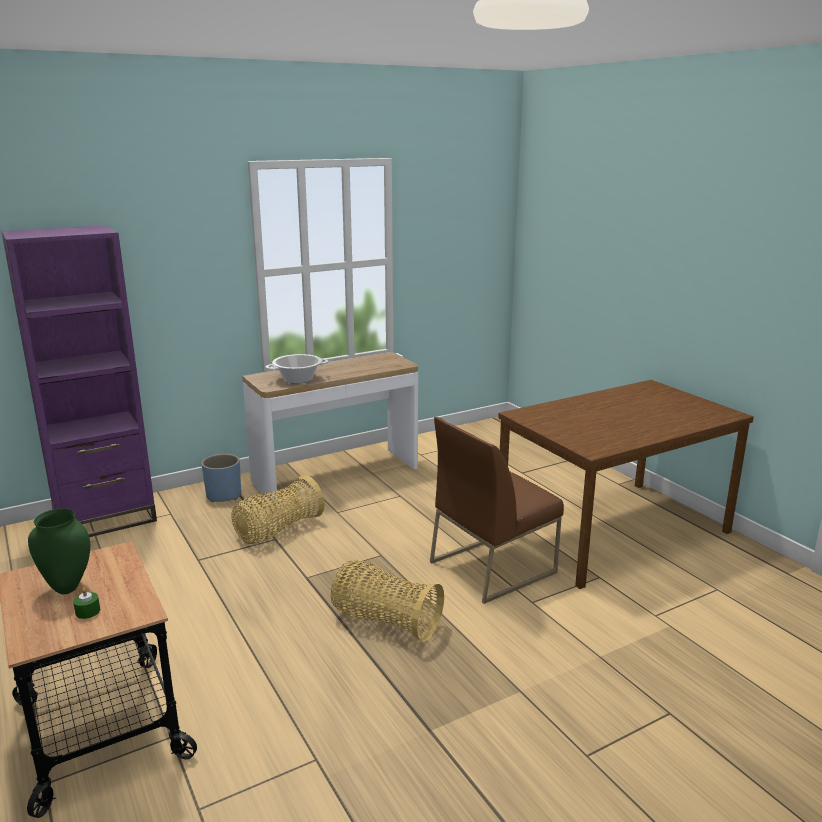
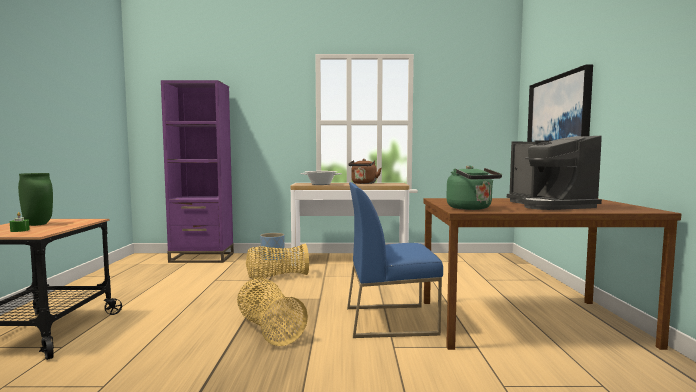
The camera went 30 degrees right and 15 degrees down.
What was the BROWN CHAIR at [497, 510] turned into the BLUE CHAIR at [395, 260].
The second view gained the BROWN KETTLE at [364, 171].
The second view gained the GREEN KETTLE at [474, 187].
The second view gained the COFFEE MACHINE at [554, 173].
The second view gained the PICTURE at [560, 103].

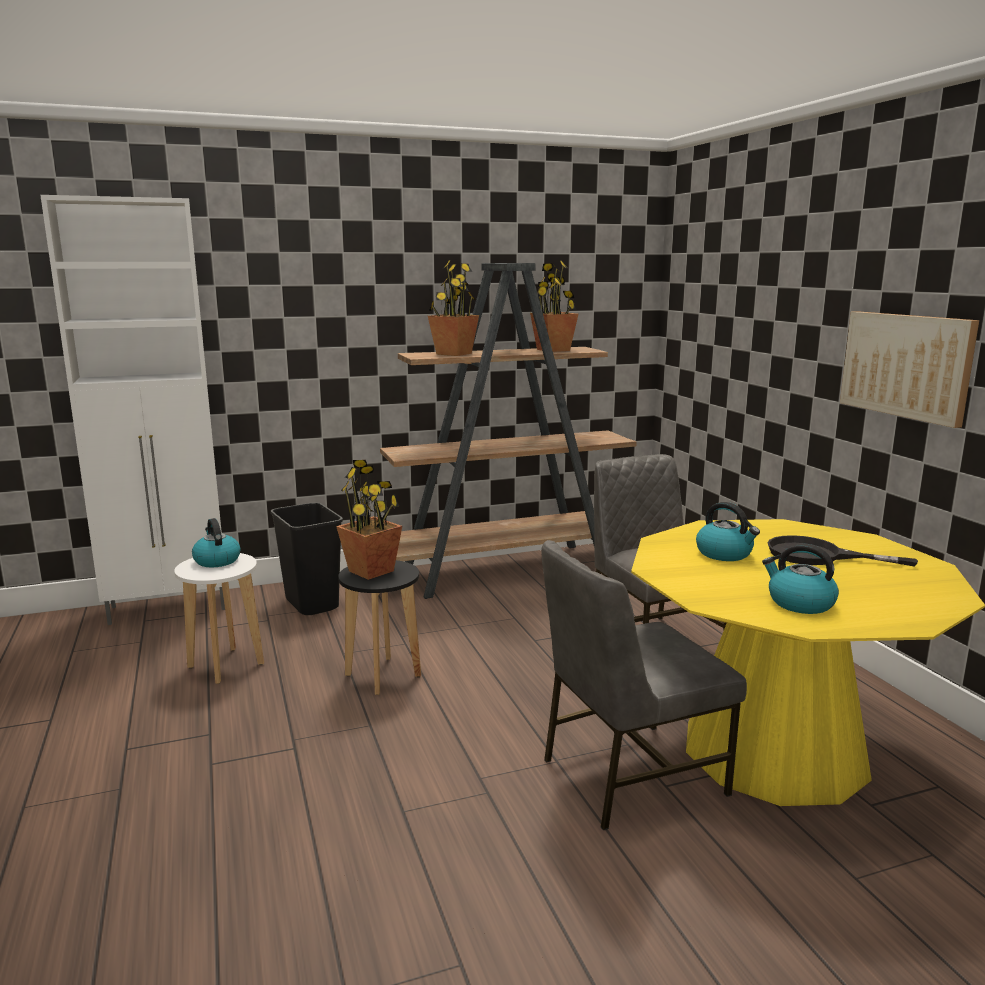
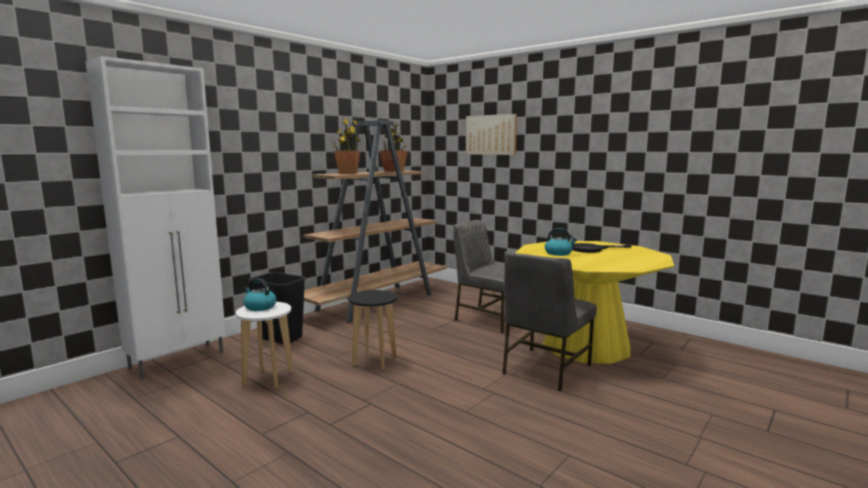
The camera went 30 degrees left and 5 degrees down.
The second view lost the POTTED PLANT at [369, 520].
The second view lost the KETTLE at [800, 579].
The PICTURE ended up elsewhere, having gone from [909, 369] to [491, 134].

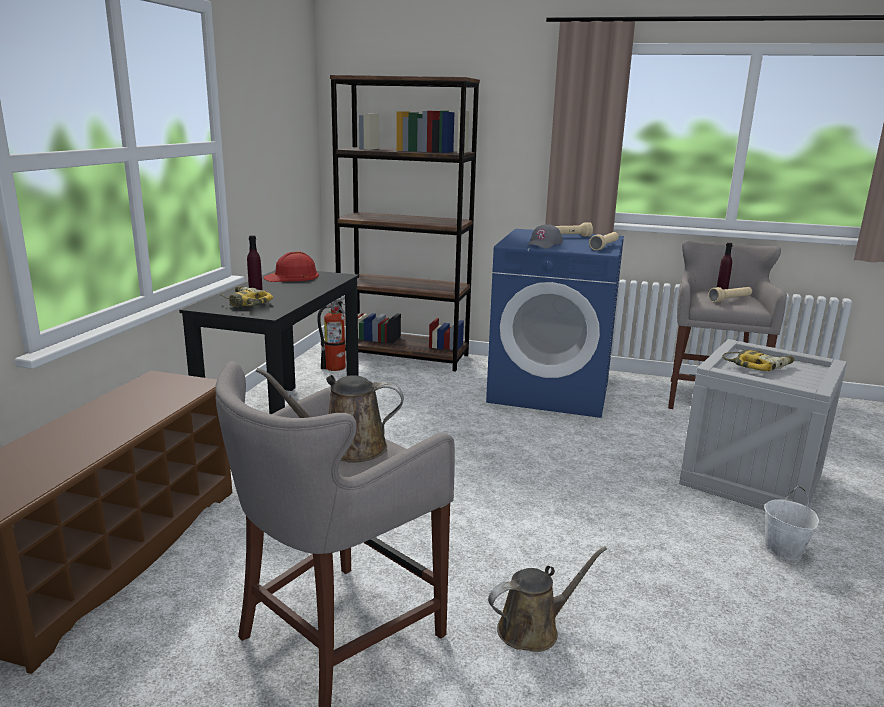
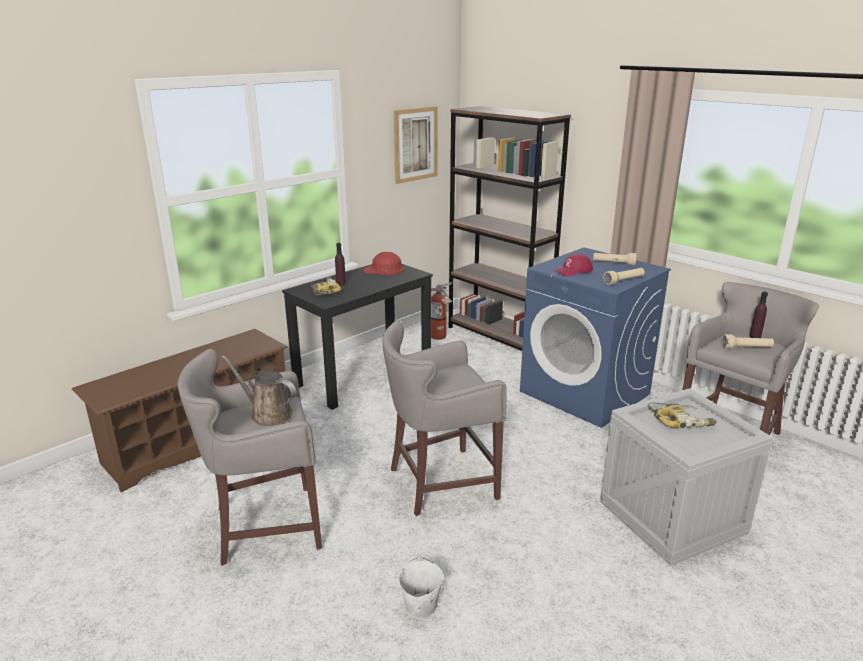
The camera went 30 degrees right and 5 degrees up.
The second view lost the BROWN WATERING CAN at [547, 599].
What was the GREY CAP at [544, 236] turned into the RED CAP at [574, 265].
The WHITE BUCKET ended up elsewhere, having gone from [791, 523] to [420, 587].
The second view gained the GREY STOOL at [444, 418].
The second view gained the PICTURE at [416, 145].

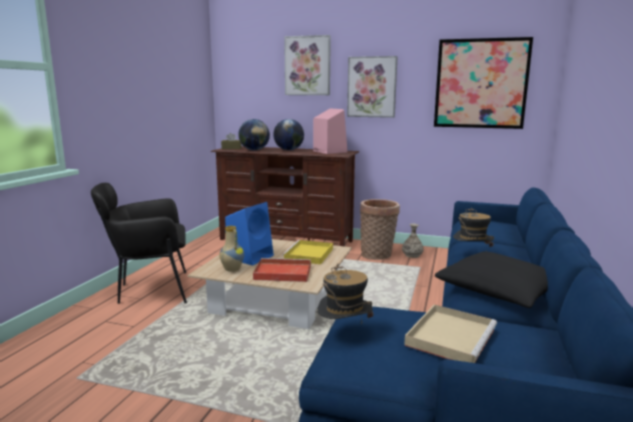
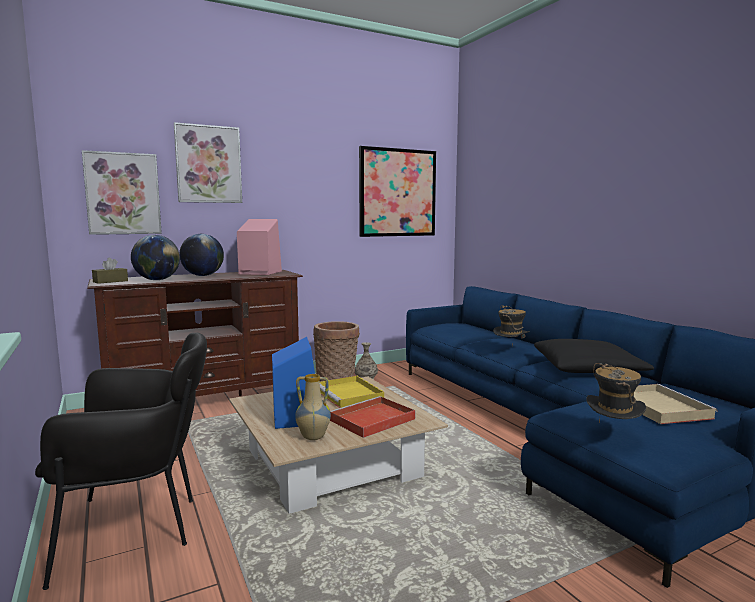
The camera went 45 degrees left and 5 degrees down.
The BLACK ARMCHAIR at [139, 243] ended up facing another way, 135 degrees counterclockwise from before.
The PICTURE ended up elsewhere, having gone from [372, 87] to [122, 192].

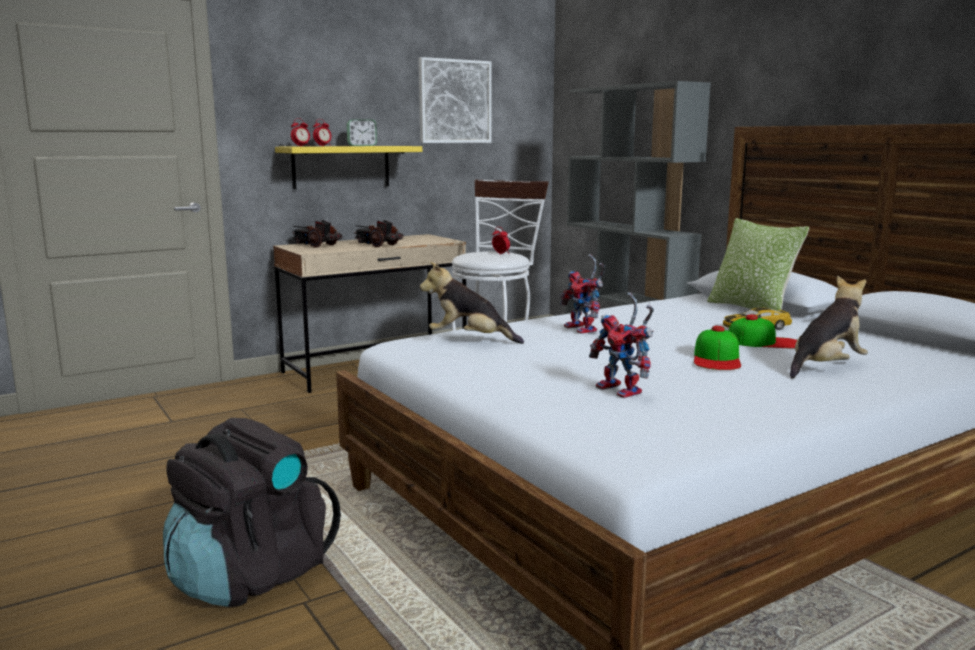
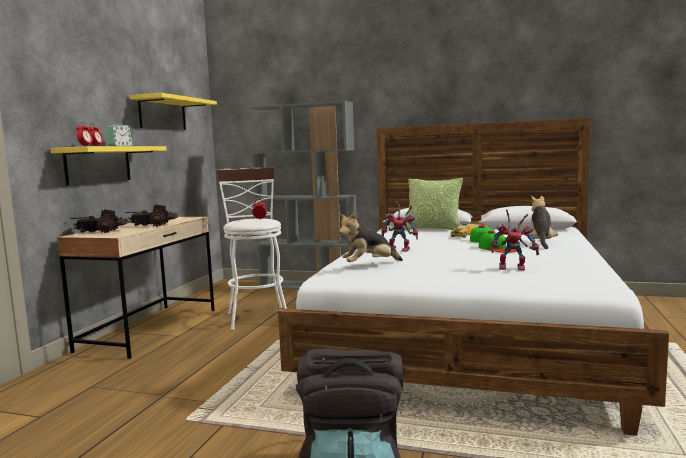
The camera went 40 degrees left and 5 degrees down.
Where the PICTURE hung at [455, 100], the YELLOW SHELF came to hang at [173, 111].

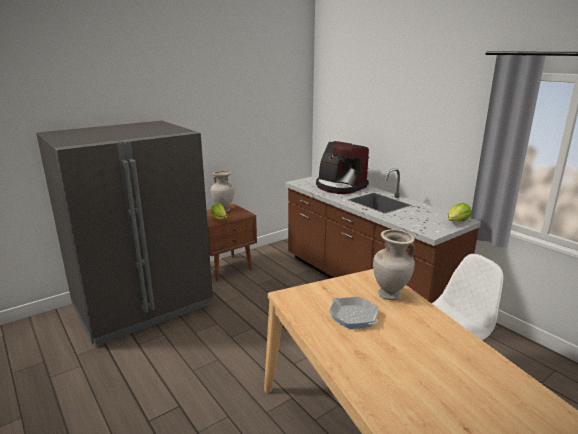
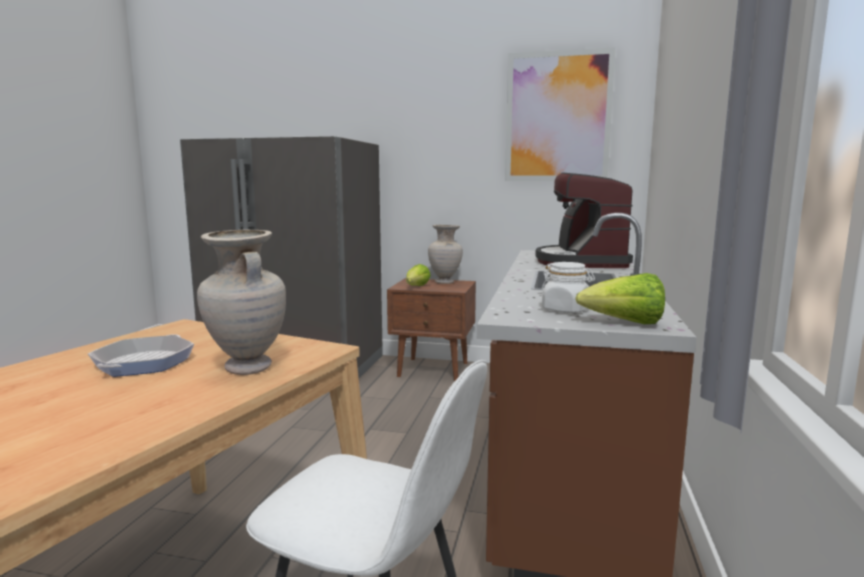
The camera went 50 degrees right and 10 degrees down.
The second view gained the PICTURE at [560, 114].
The second view gained the WHITE JAR at [568, 287].

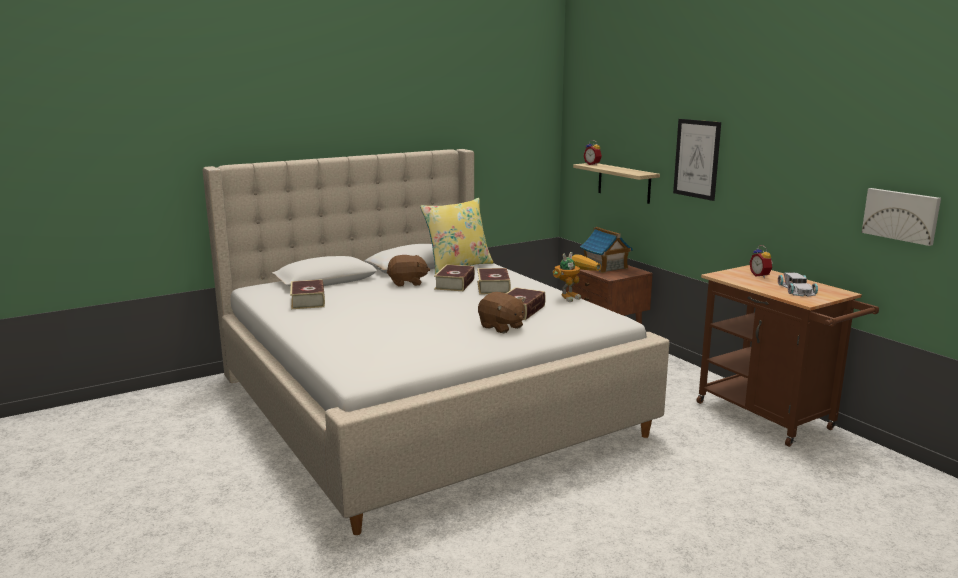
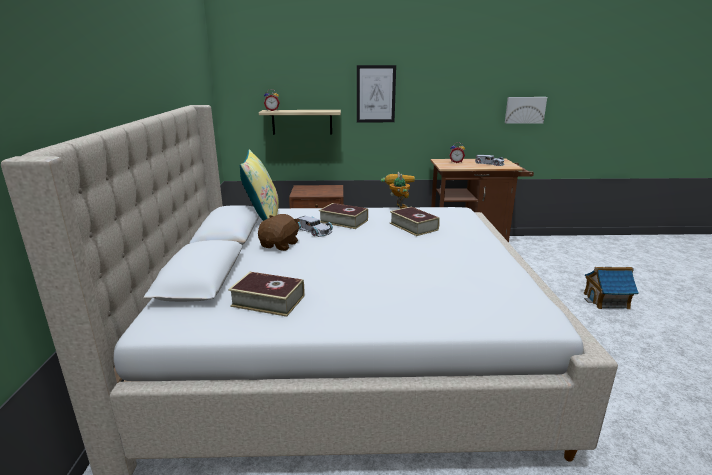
The camera went 60 degrees left and 5 degrees up.
Where the BOOK stood at [454, 277], the WHITE TOY CAR came to stand at [315, 226].
The second view lost the BROWN PLUSH TOY at [502, 312].
The TOY HOUSE ended up elsewhere, having gone from [606, 250] to [611, 287].

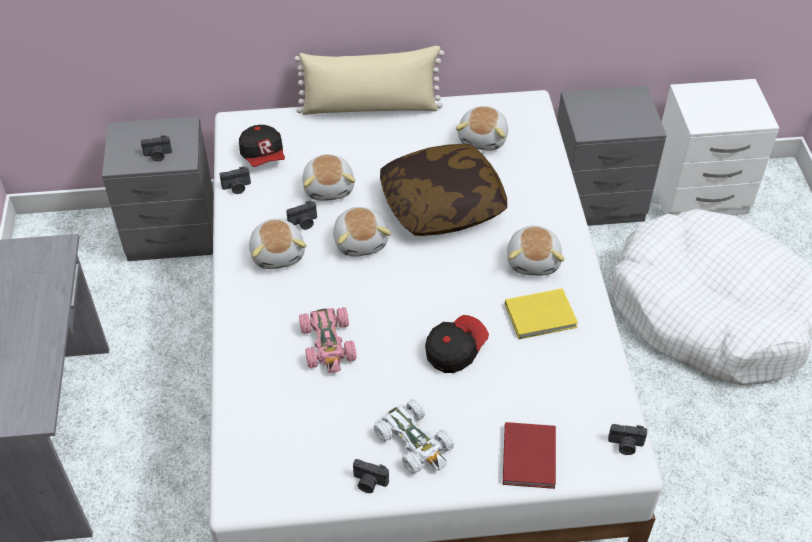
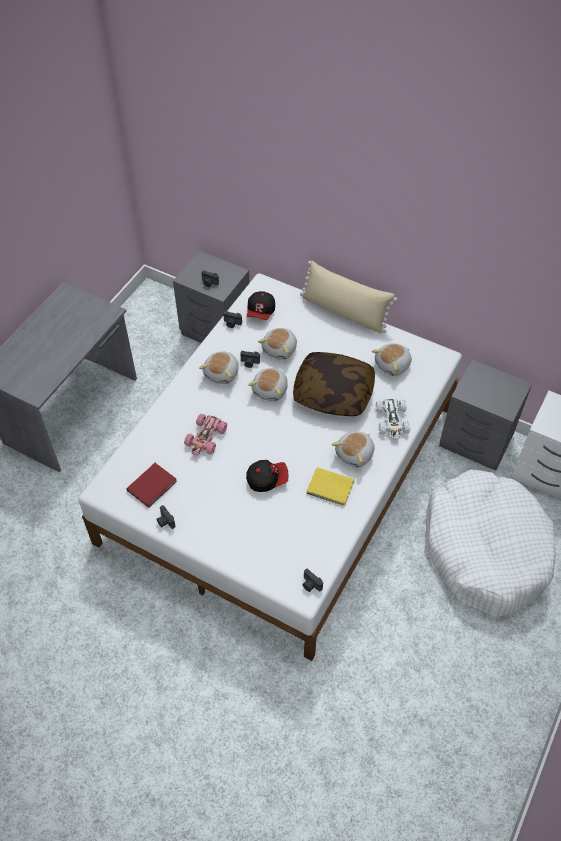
The camera went 35 degrees right and 5 degrees up.
The WHITE TOY CAR ended up elsewhere, having gone from [414, 436] to [393, 419].
The RED BOOK ended up elsewhere, having gone from [529, 455] to [152, 485].

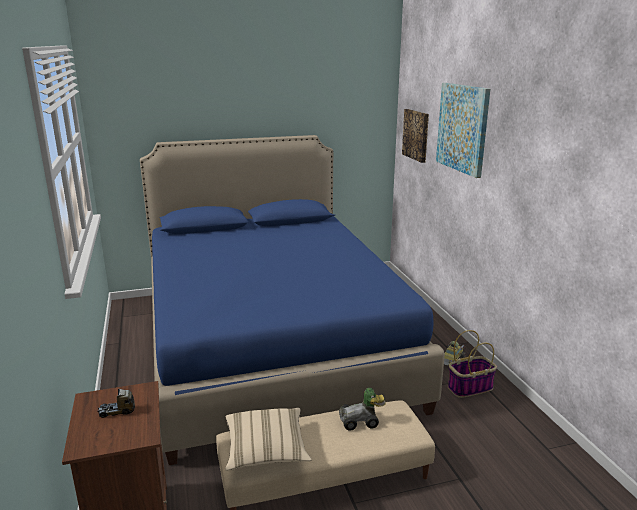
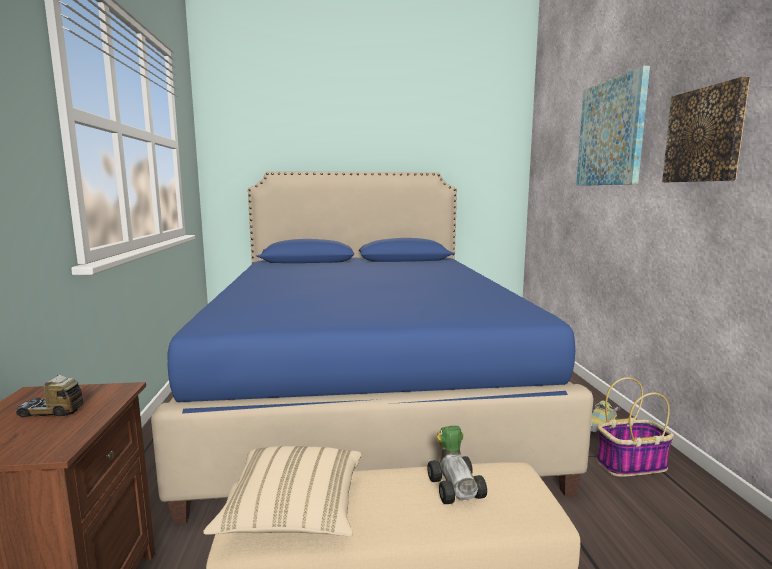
The camera went 10 degrees right and 10 degrees down.
The TOY CAR at [362, 409] ended up facing another way, 105 degrees counterclockwise from before.
The PICTURE ended up elsewhere, having gone from [415, 136] to [706, 129].

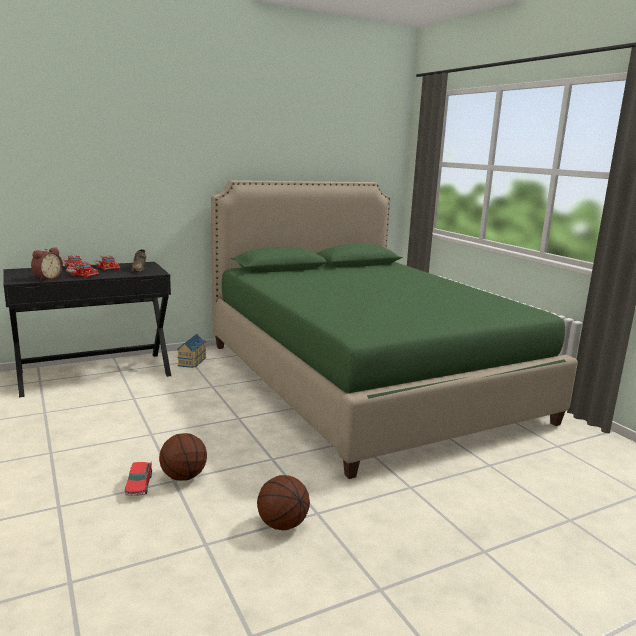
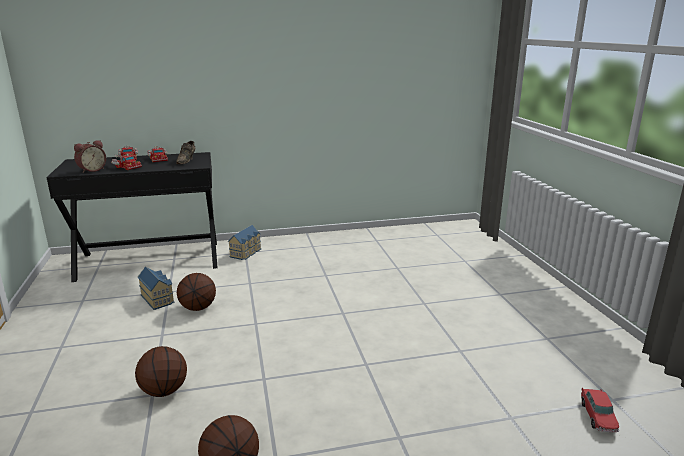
The camera went 15 degrees right and 5 degrees up.
The TOY CAR ended up elsewhere, having gone from [138, 479] to [600, 409].
The second view lost the GREEN BED at [394, 329].
The second view gained the TOY HOUSE at [156, 288].
The second view gained the BASKETBALL at [196, 292].

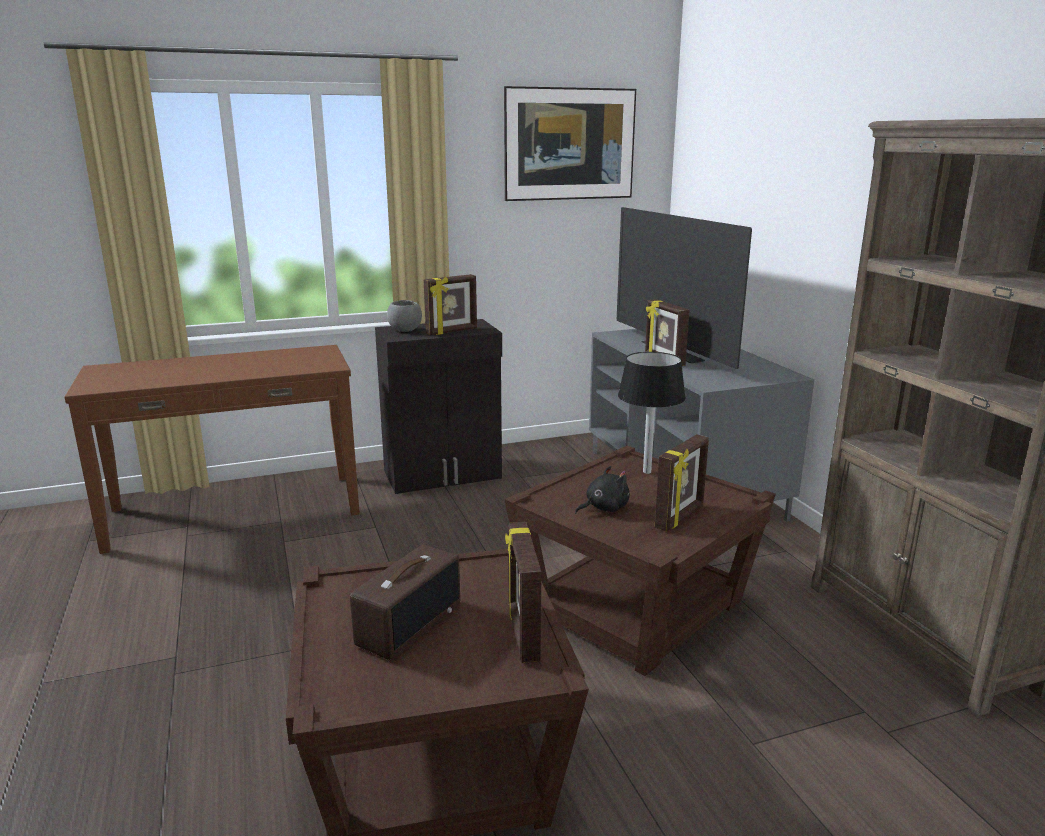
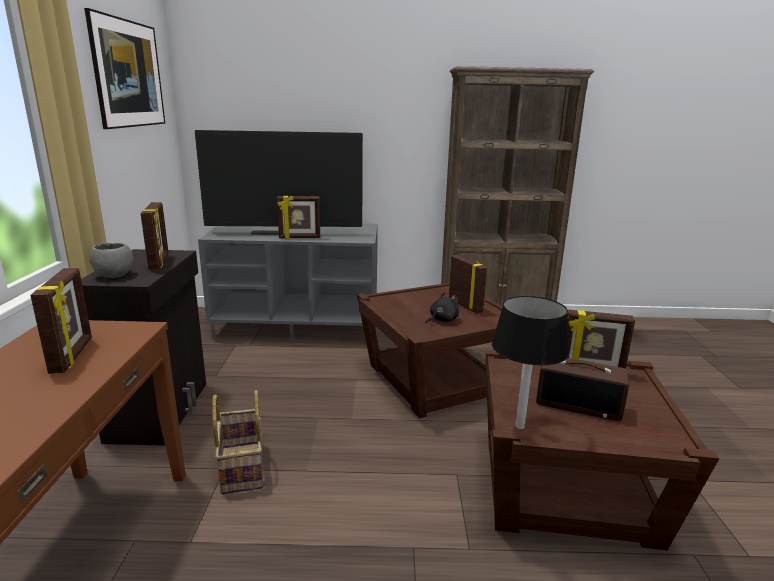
The camera went 70 degrees left and 0 degrees up.
The RADIO at [405, 602] ended up facing another way, 150 degrees clockwise from before.
The BLACK PLUSH TOY at [602, 489] ended up facing another way, 60 degrees clockwise from before.
The BLACK TABLE LAMP ended up elsewhere, having gone from [652, 413] to [530, 362].
The second view gained the PICTURE FRAME at [61, 321].
The second view gained the BASKET at [237, 442].

